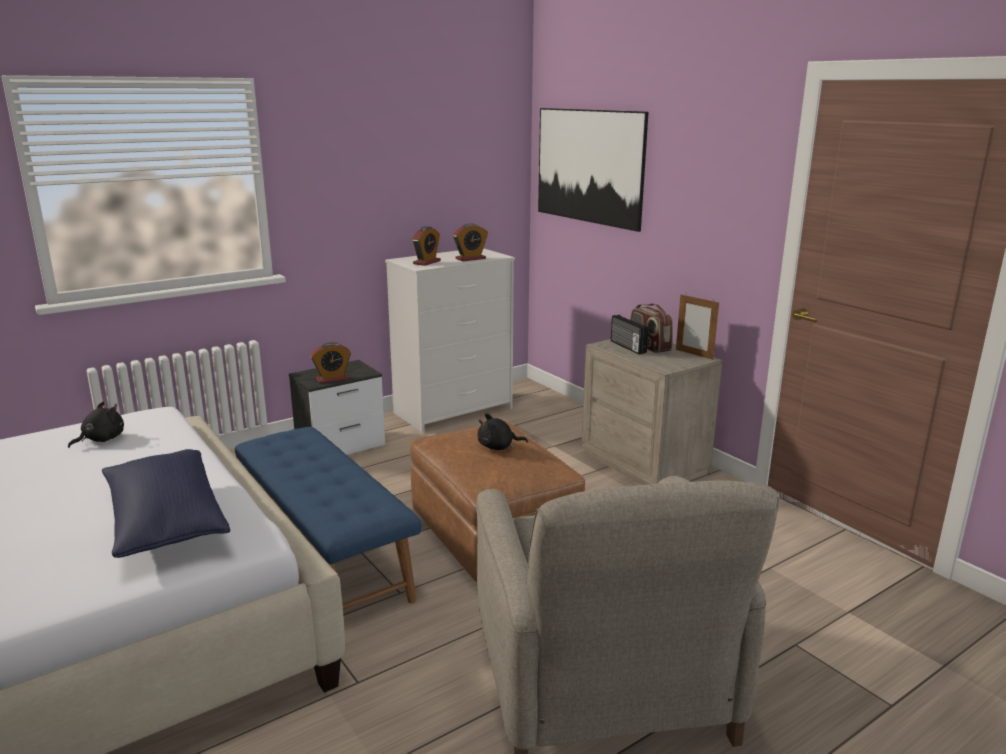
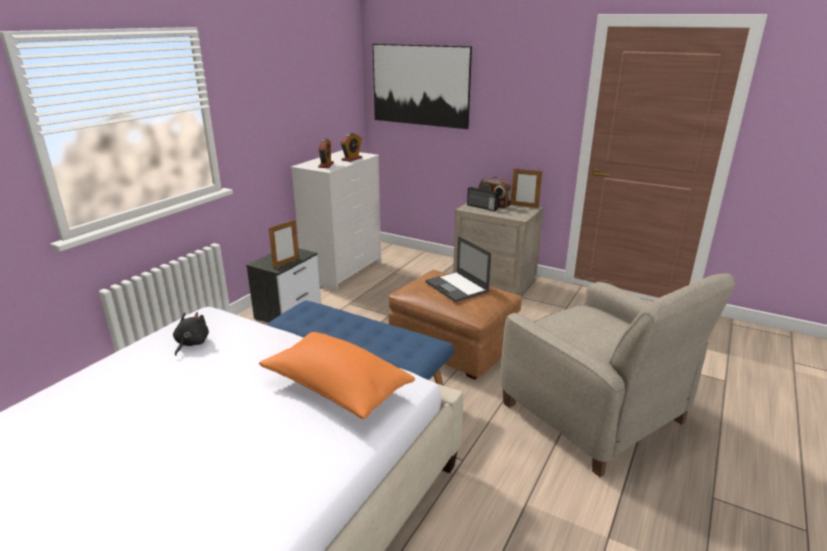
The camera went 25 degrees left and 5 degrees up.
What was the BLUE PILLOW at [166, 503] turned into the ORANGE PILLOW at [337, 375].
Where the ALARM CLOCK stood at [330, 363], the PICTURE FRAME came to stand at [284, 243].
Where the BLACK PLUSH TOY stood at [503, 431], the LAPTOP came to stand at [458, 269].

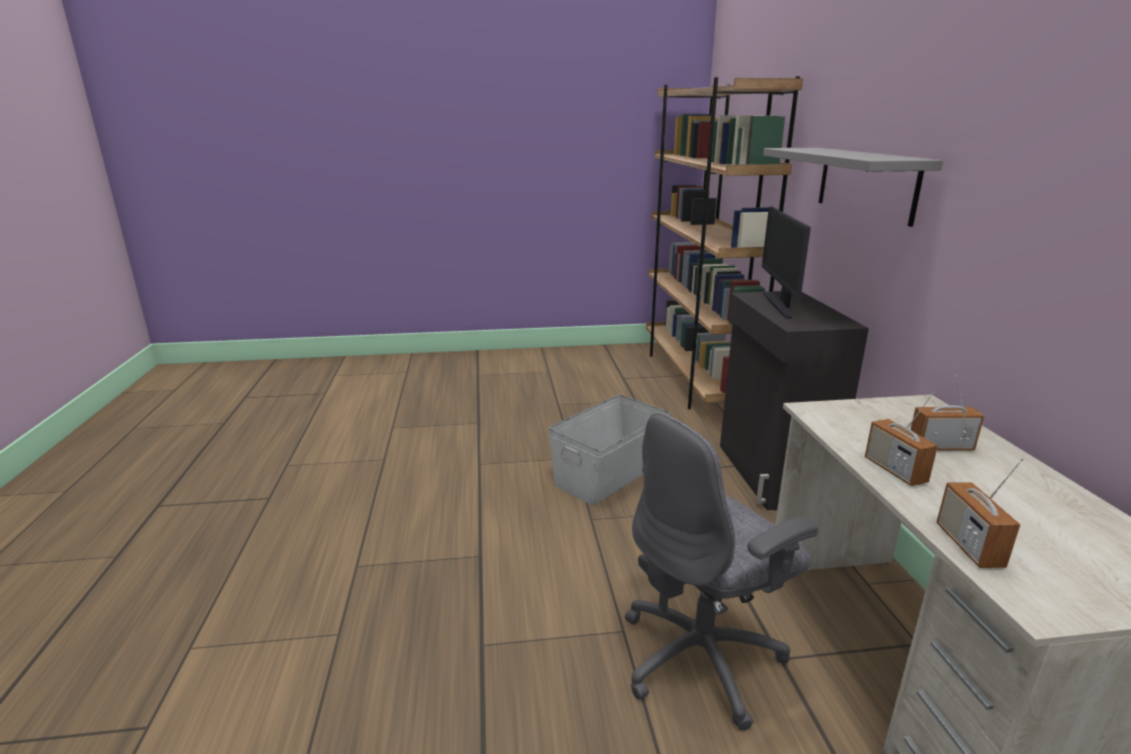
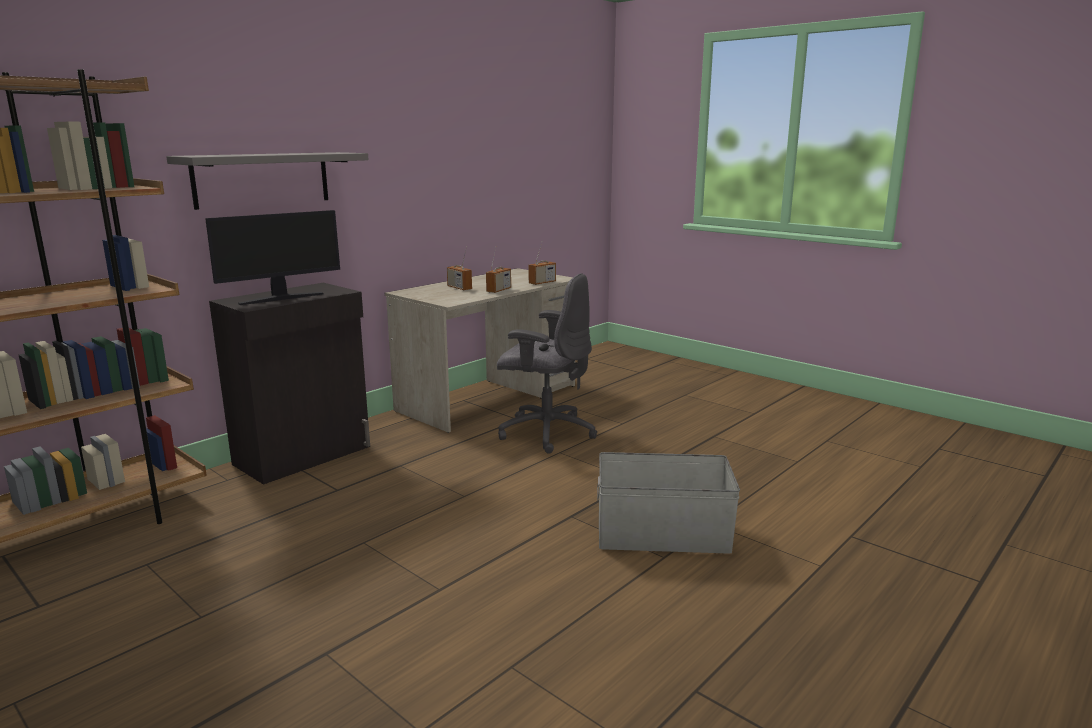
The camera went 130 degrees left and 5 degrees down.
The GREY STORAGE BOX ended up elsewhere, having gone from [609, 450] to [668, 503].

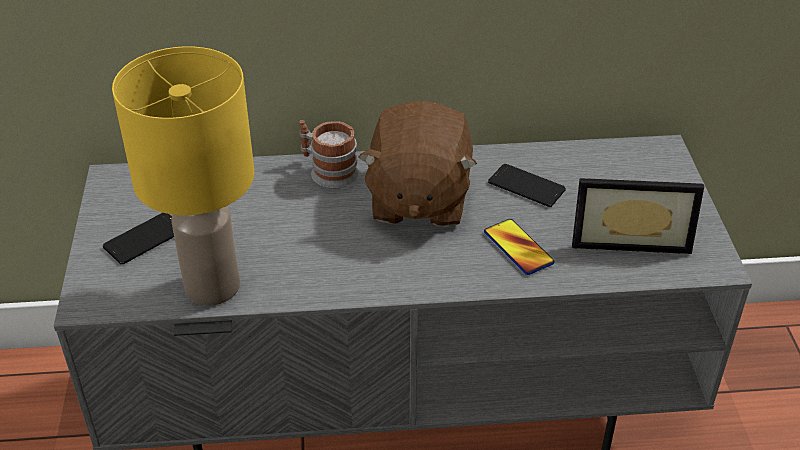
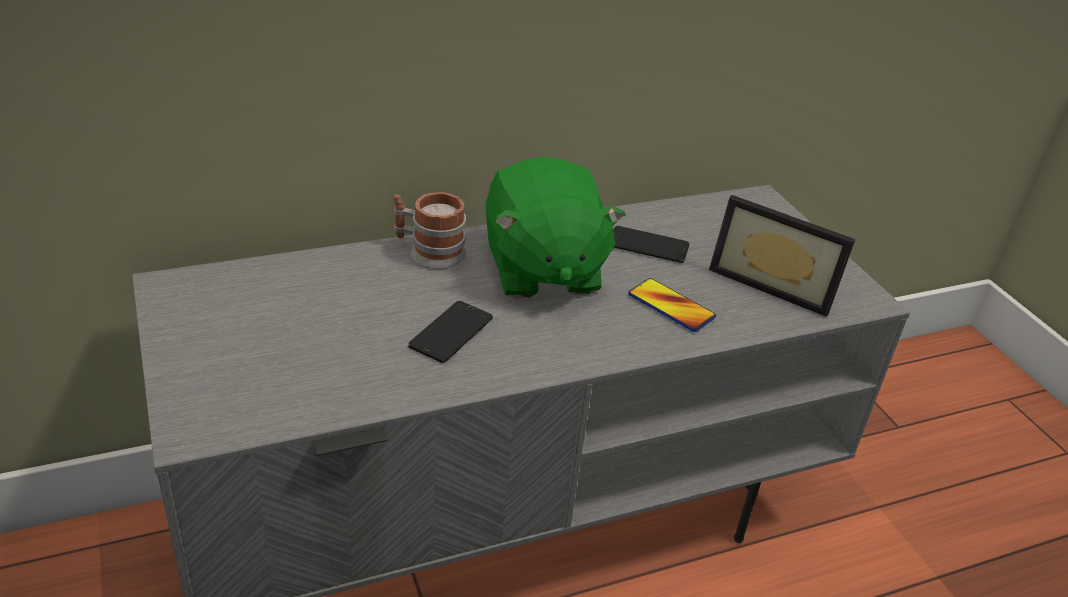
The camera went 20 degrees left and 5 degrees down.
The PHONE ended up elsewhere, having gone from [138, 239] to [450, 332].
The second view lost the YELLOW TABLE LAMP at [183, 176].
What was the BROWN PLUSH TOY at [417, 164] turned into the GREEN PLUSH TOY at [555, 227].
The PICTURE FRAME at [638, 216] ended up facing another way, 45 degrees clockwise from before.

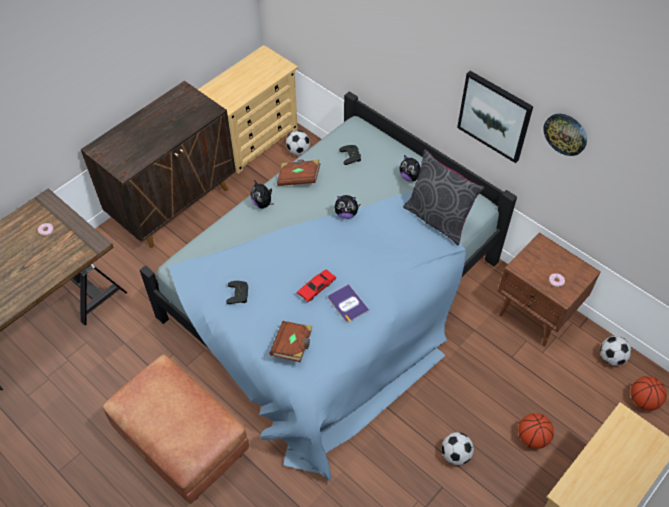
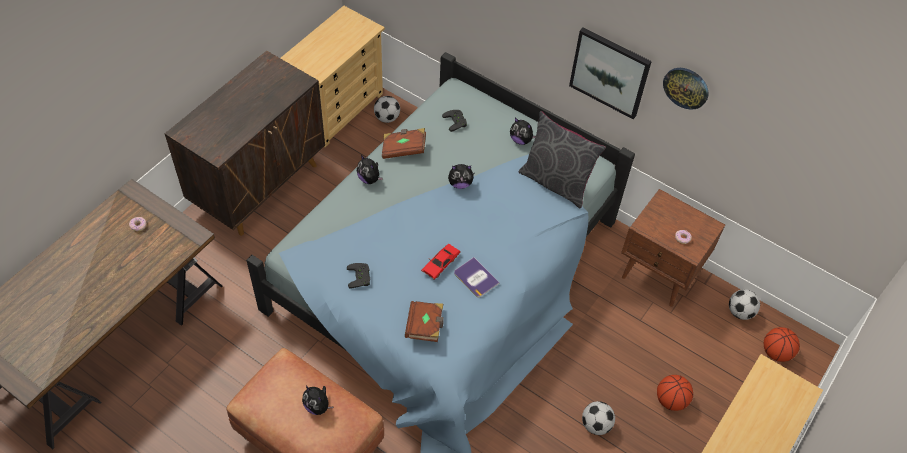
The camera went 10 degrees left and 0 degrees up.
The second view gained the PLUSH TOY at [317, 400].

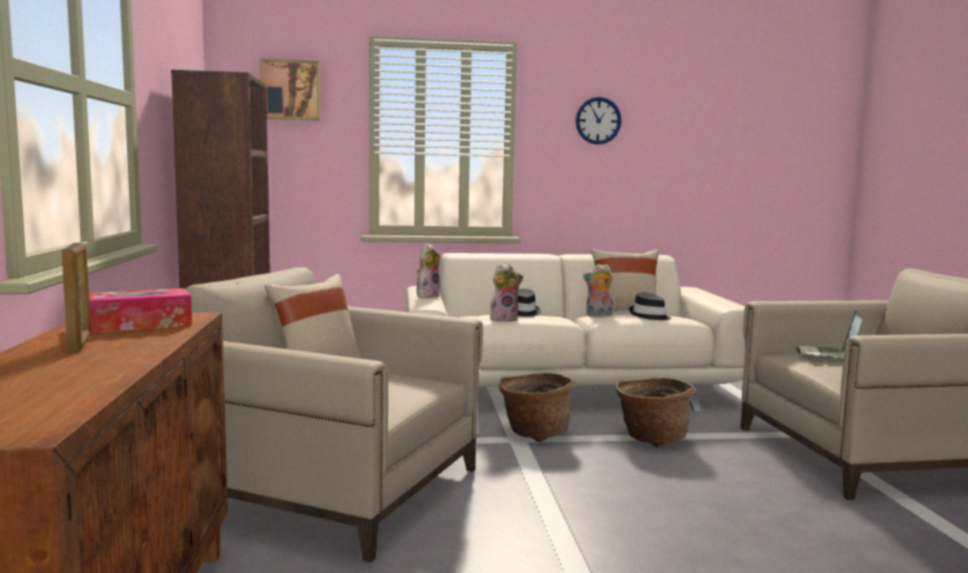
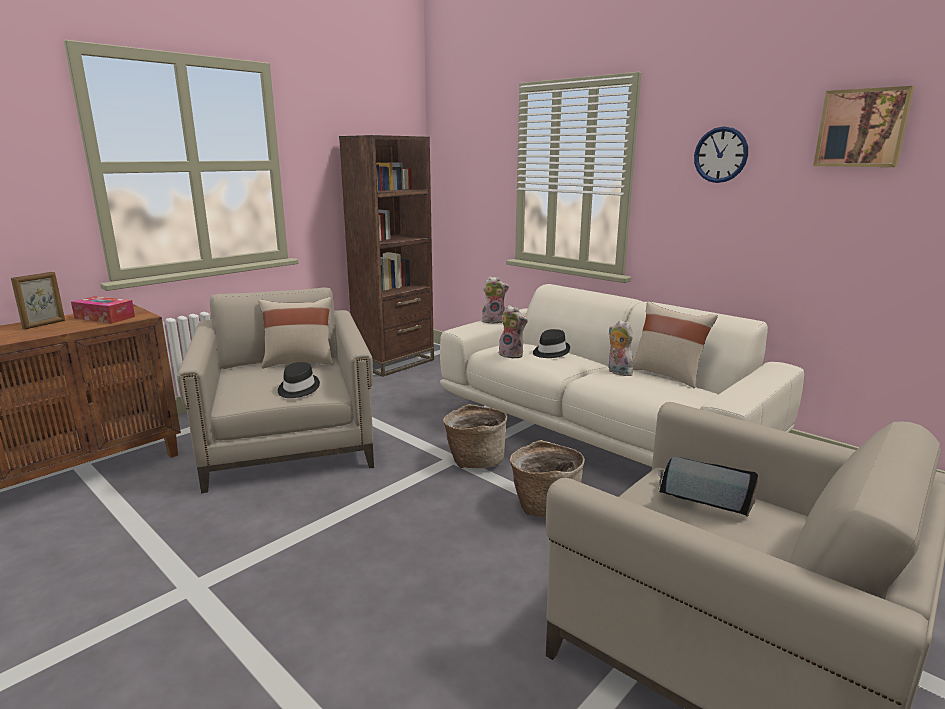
The camera went 50 degrees right and 10 degrees up.
The PICTURE ended up elsewhere, having gone from [290, 90] to [863, 126].
The BLACK HAT ended up elsewhere, having gone from [650, 306] to [299, 380].
The LAPTOP at [829, 335] ended up facing another way, 45 degrees clockwise from before.

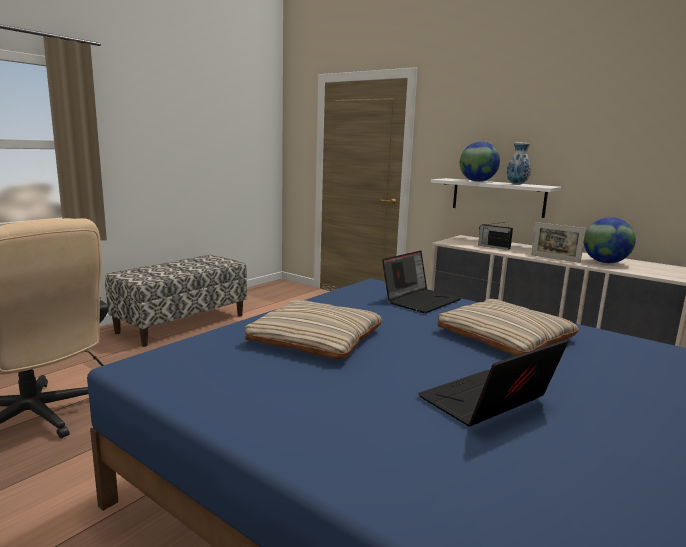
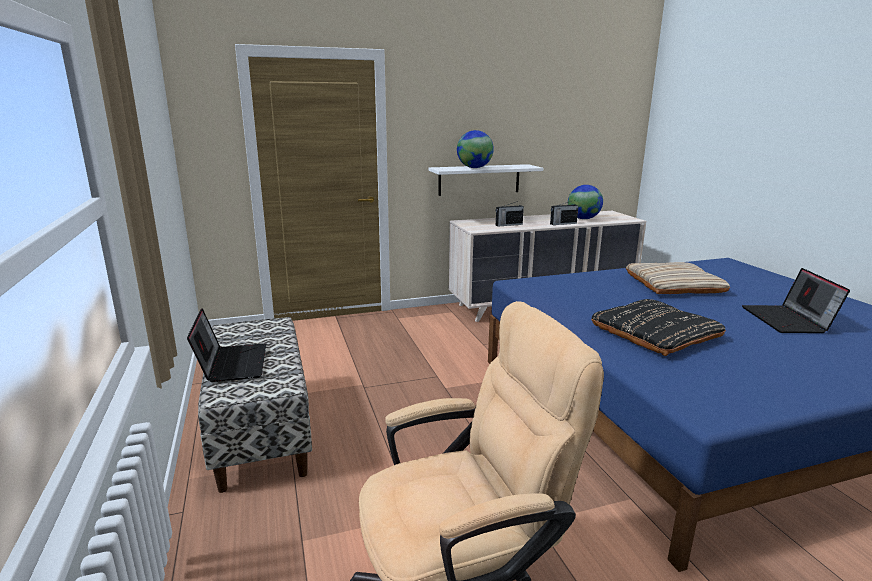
The camera went 55 degrees left and 5 degrees up.
What was the BEIGE PILLOW at [314, 329] turned into the BLACK PILLOW at [658, 327].
The LAPTOP ended up elsewhere, having gone from [421, 282] to [226, 345].
The second view lost the VASE at [518, 164].
Where the PICTURE FRAME stood at [558, 242], the RADIO came to stand at [564, 213].

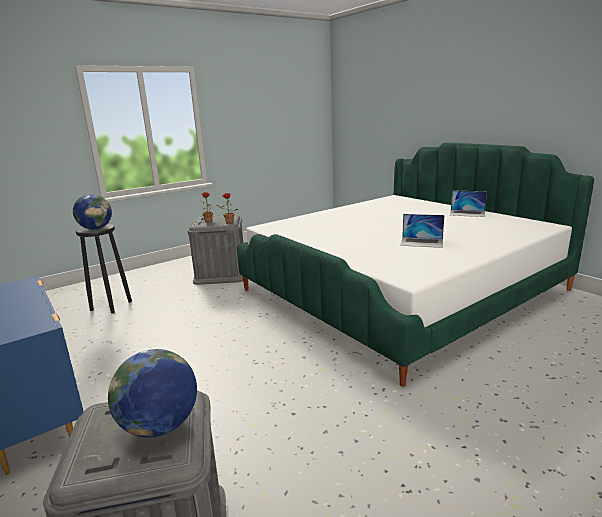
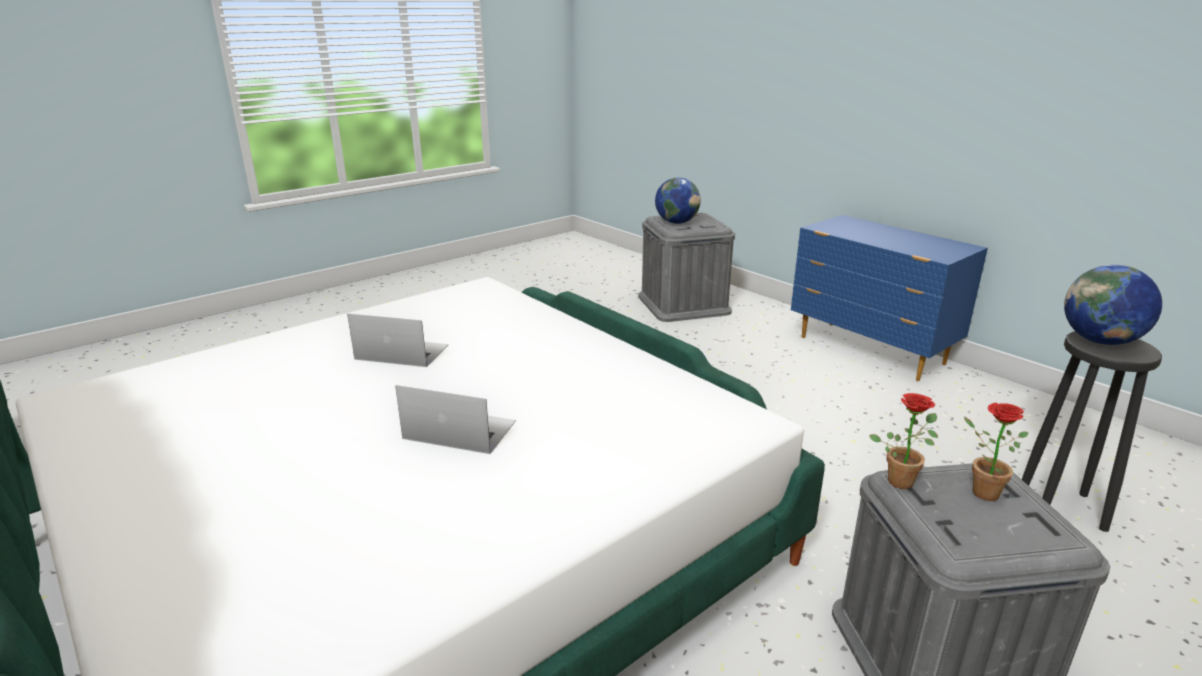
The camera went 175 degrees right and 5 degrees up.
The LAPTOP ended up elsewhere, having gone from [468, 203] to [455, 419].

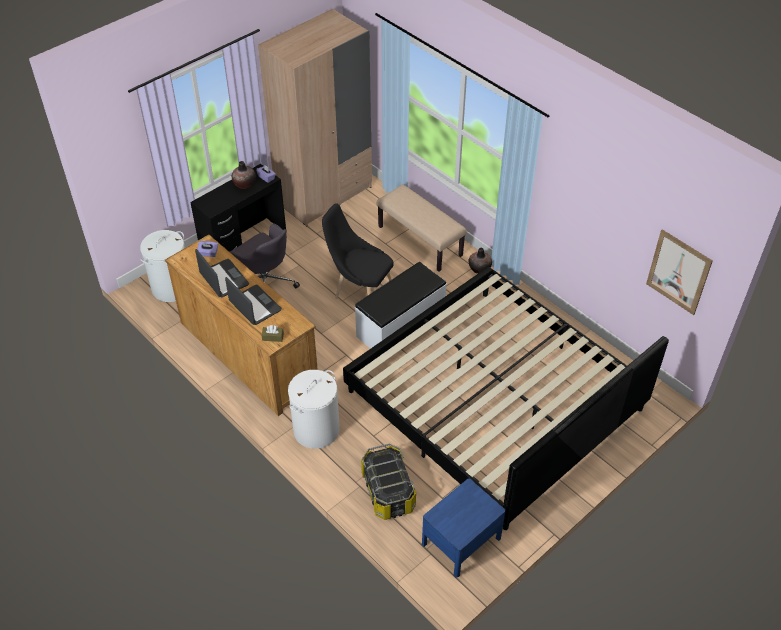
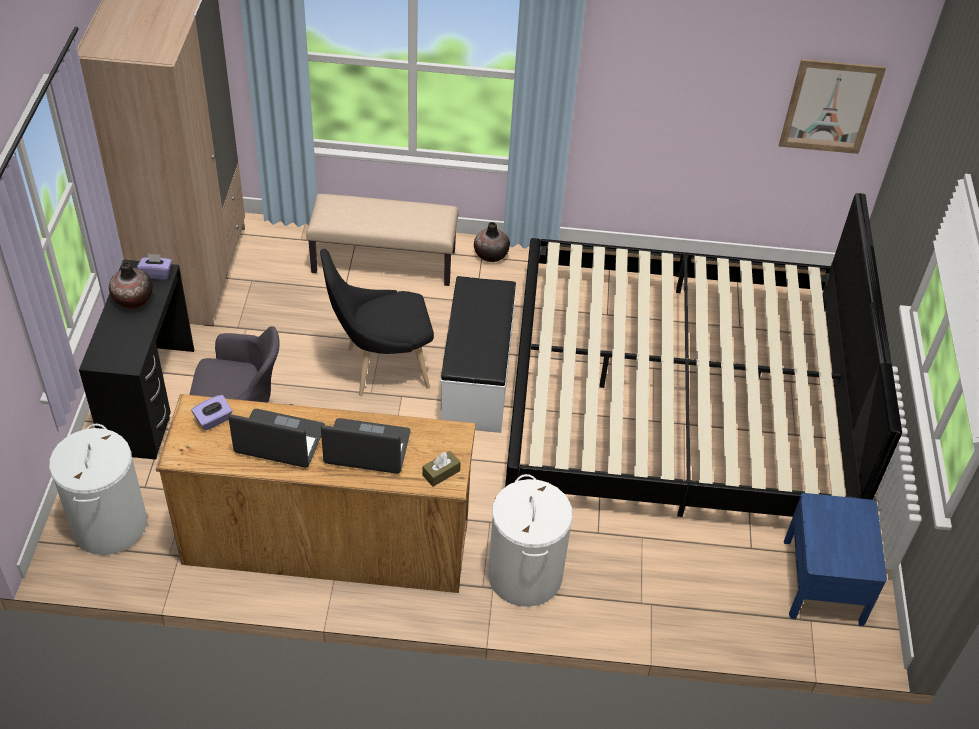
The camera went 45 degrees left and 0 degrees up.
The second view lost the STORAGE BOX at [388, 482].

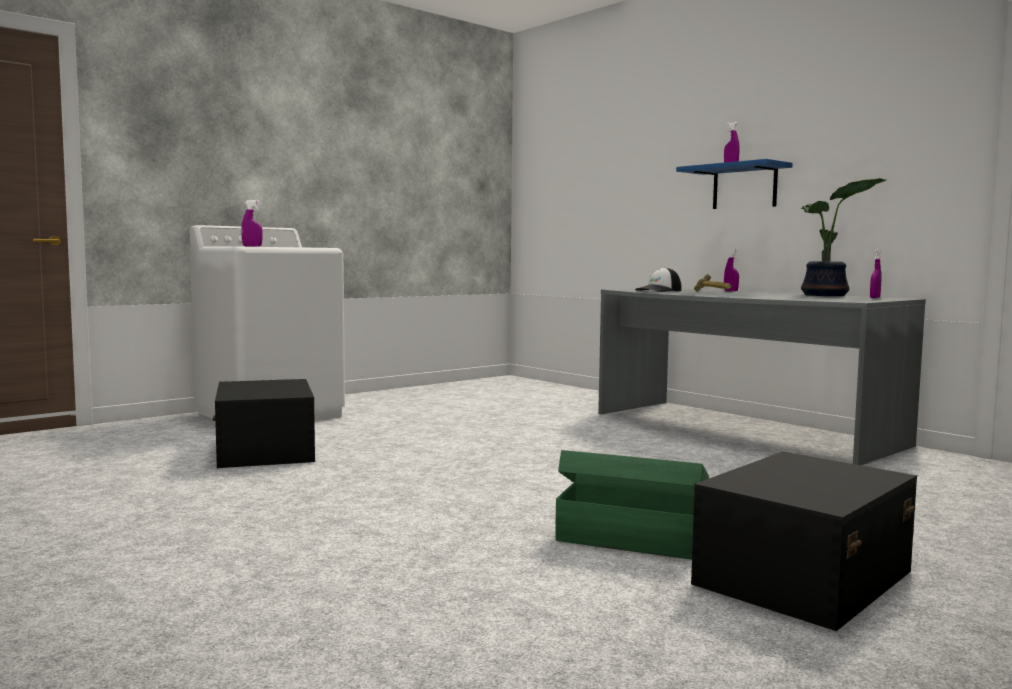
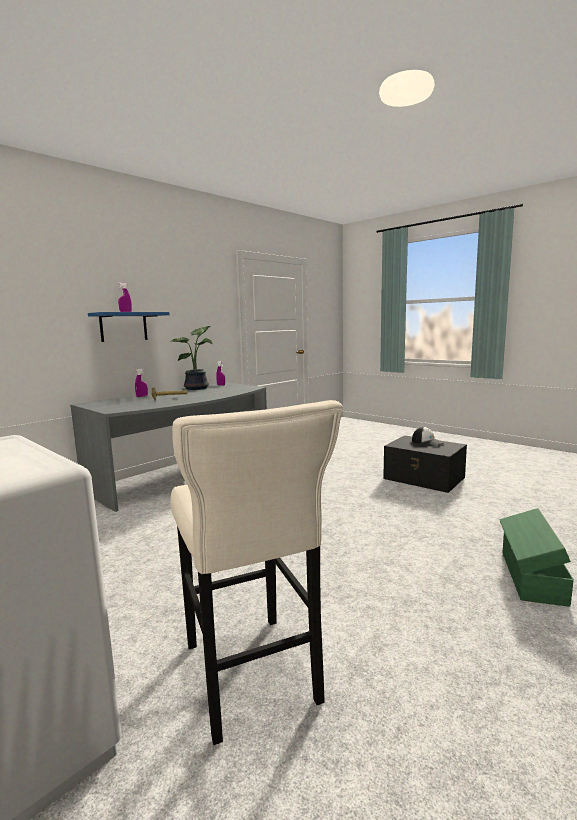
The camera went 95 degrees left and 5 degrees up.
Where the BLACK STORAGE BOX stood at [264, 423], the BEIGE STOOL came to stand at [256, 572].
The second view lost the PURPLE SPRAY BOTTLE at [252, 223].
The GREEN STORAGE BOX ended up elsewhere, having gone from [632, 504] to [536, 557].
The CAP ended up elsewhere, having gone from [658, 279] to [428, 436].

